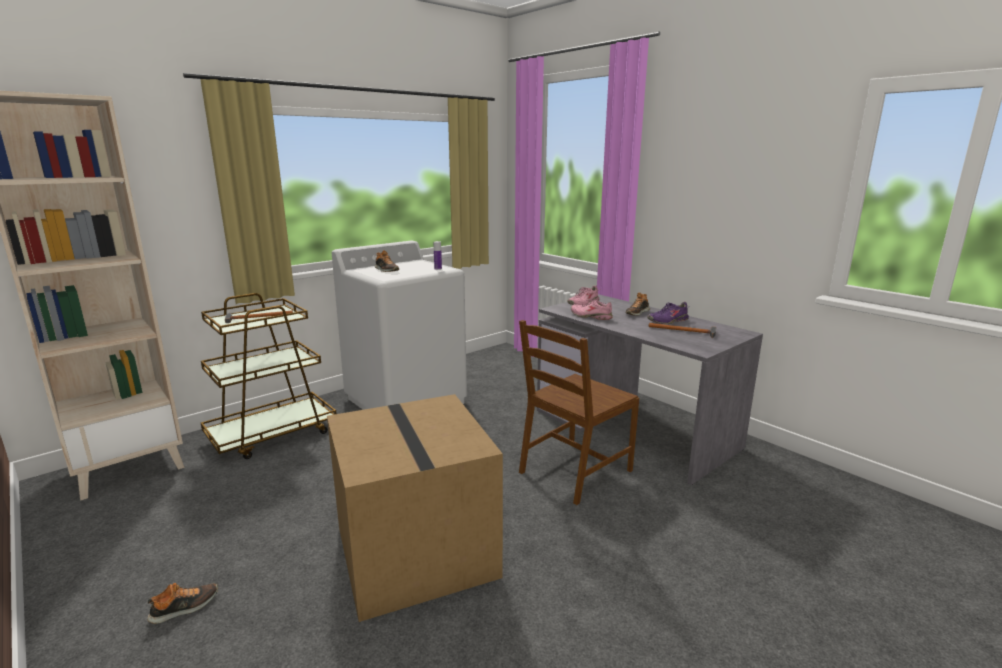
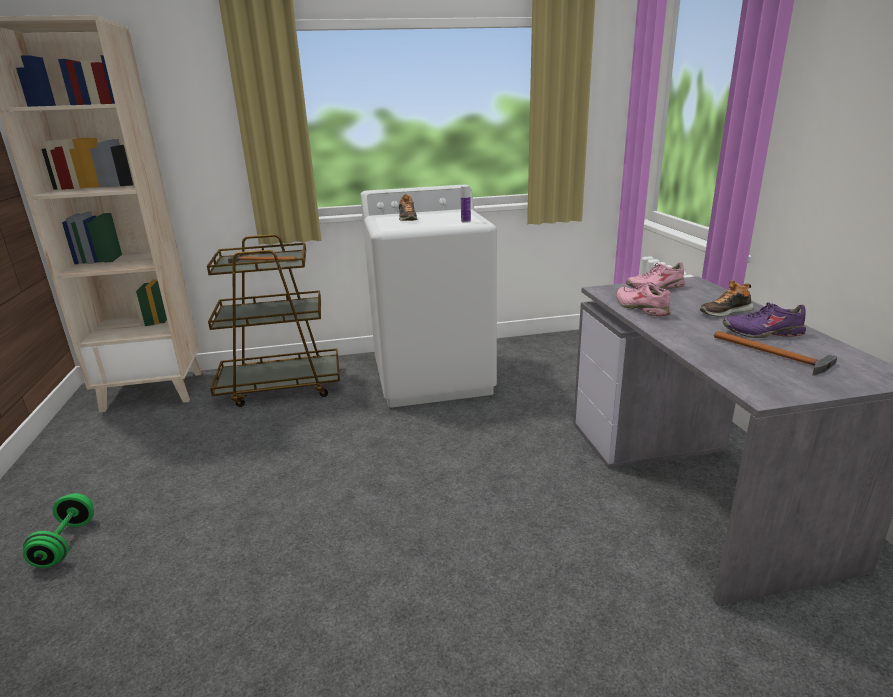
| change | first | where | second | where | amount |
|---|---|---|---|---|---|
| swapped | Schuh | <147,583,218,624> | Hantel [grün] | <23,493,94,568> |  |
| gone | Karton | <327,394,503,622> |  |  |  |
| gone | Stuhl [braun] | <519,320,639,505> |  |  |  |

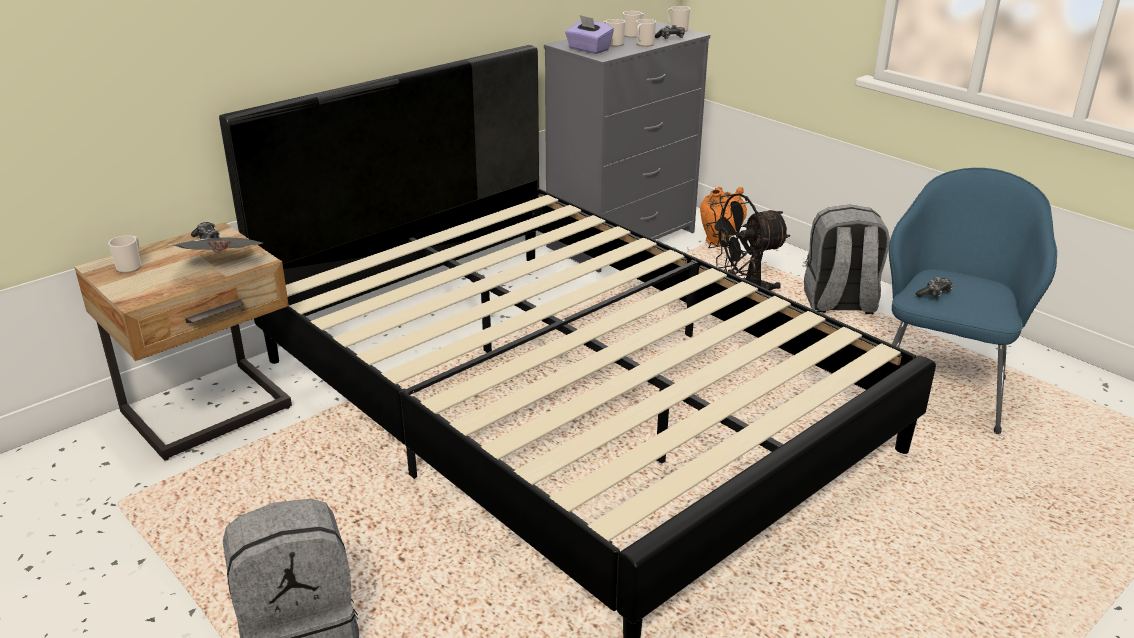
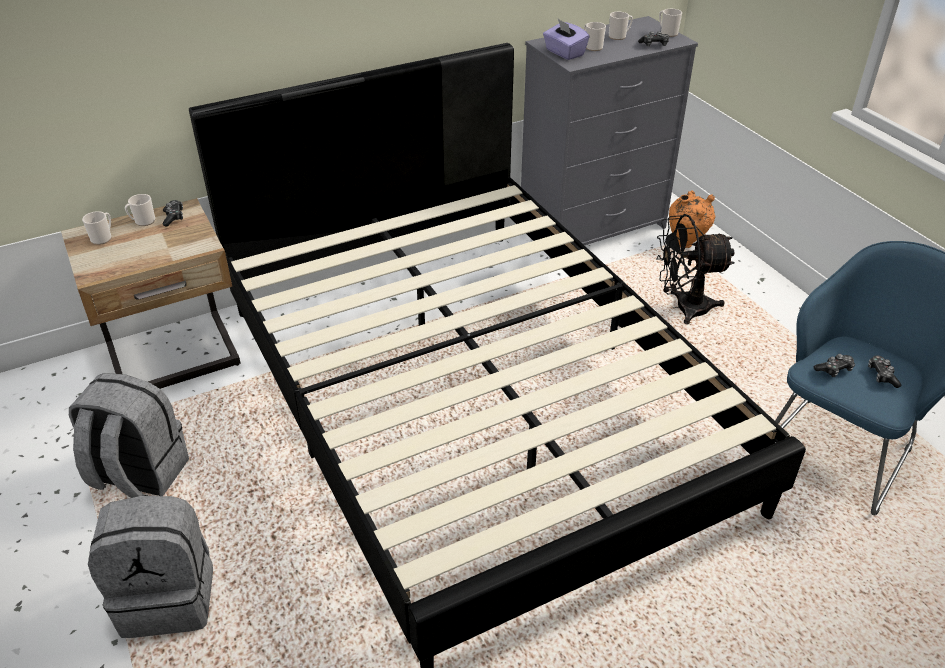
| change | first | where | second | where | amount |
|---|---|---|---|---|---|
| gone | Zeitung | <169,238,264,253> |  |  |  |
| shifted | Henkelbecher | <636,19,656,47> |  | <125,194,155,226> |  |
| shifted | Rucksack [grau] | <804,204,890,314> |  | <69,373,189,498> |  |
| new |  |  | Gamepad | <868,355,901,388> |  |

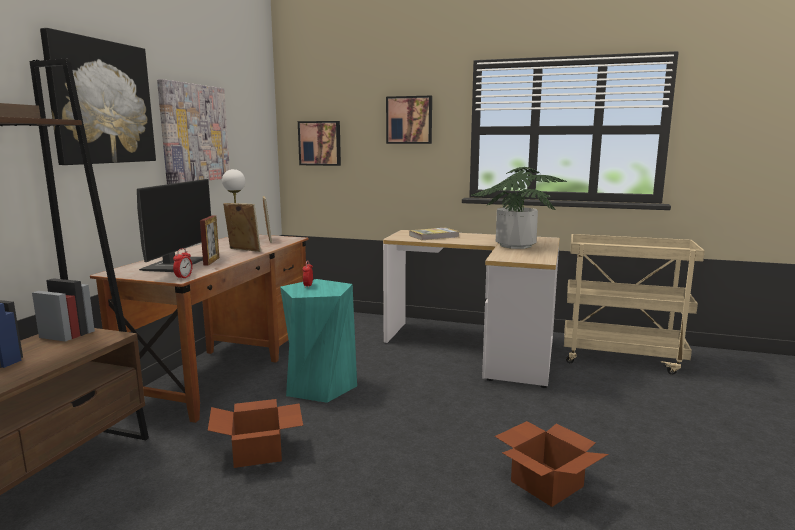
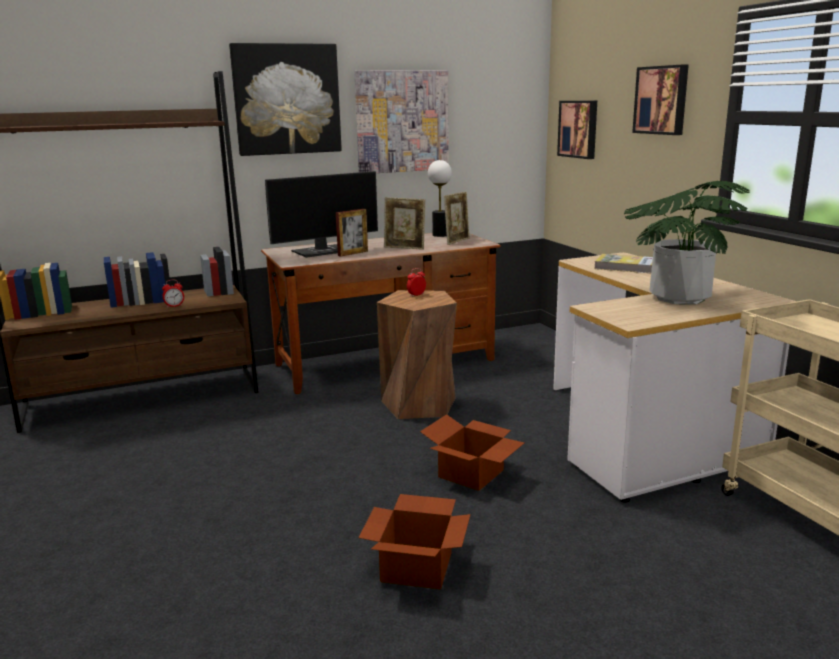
| change | first | where | second | where | amount |
|---|---|---|---|---|---|
| shifted | Wecker | <173,248,192,280> |  | <162,280,184,308> |  |
| shifted | Karton | <208,399,303,468> |  | <420,414,524,491> |  |
| rotated | Bilderrahmen | <223,203,261,252> |  | <384,197,425,250> | 120 degrees clockwise |
| repainted | Hocker [türkis] | <280,279,357,403> | Hocker [braun] | <377,290,457,419> |  |

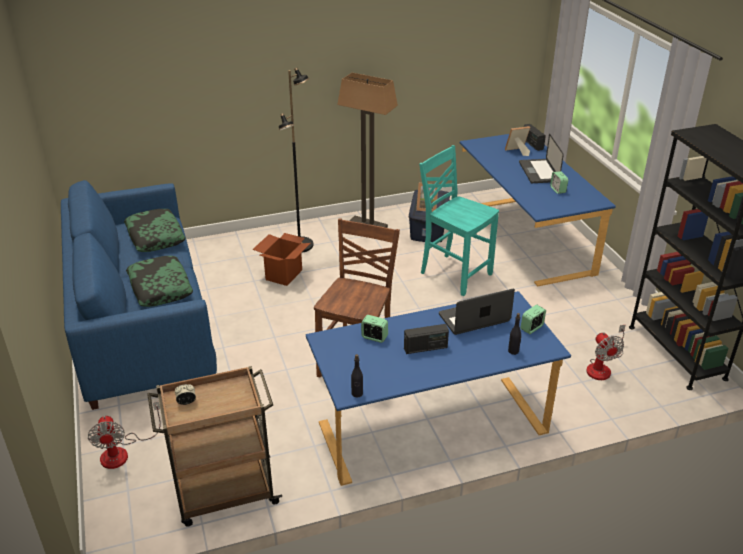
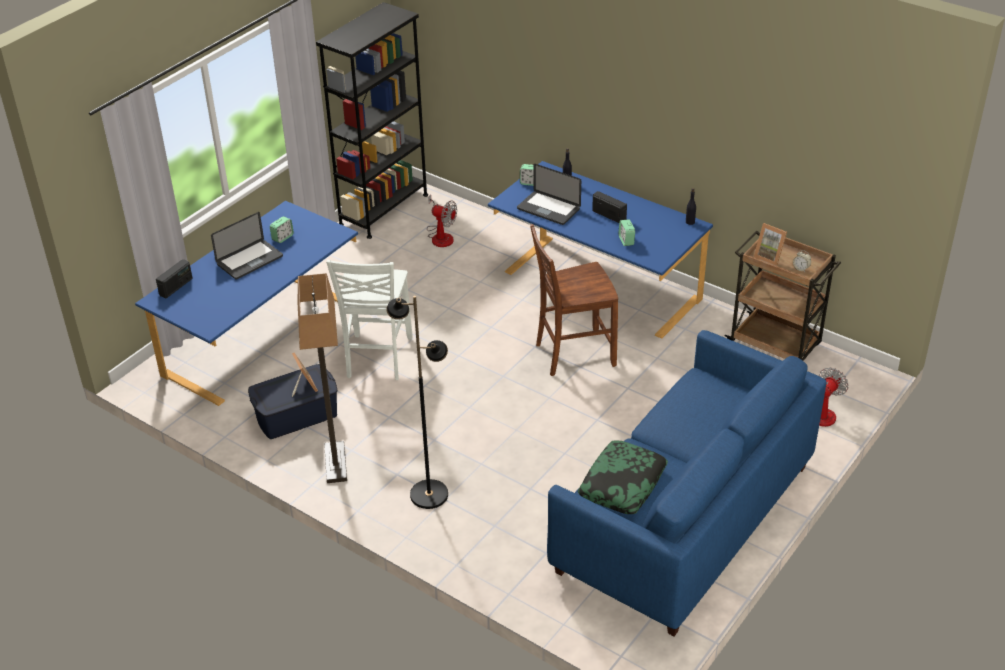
| change | first | where | second | where | amount |
|---|---|---|---|---|---|
| gone | Kissen | <126,256,193,307> |  |  |  |
| gone | Karton | <253,233,310,286> |  |  |  |
| repainted | Stuhl [türkis] | <419,145,499,296> | Stuhl [weiß] | <326,260,413,380> |  |
| shifted | Bilderrahmen | <505,126,530,156> |  | <754,223,787,266> |  |
| rotated | Ventilator | <586,325,625,380> |  | <427,195,457,247> | 75 degrees clockwise |

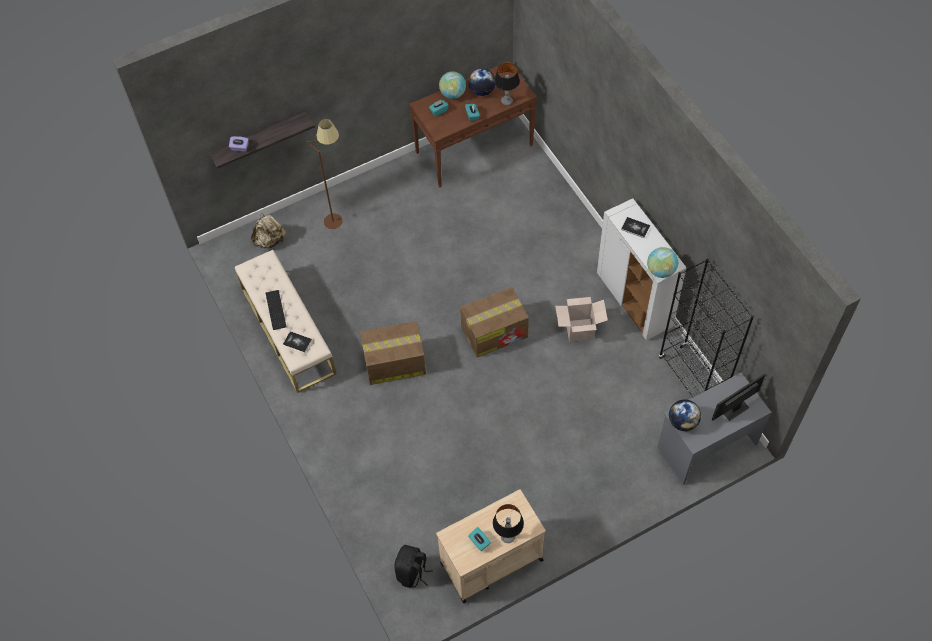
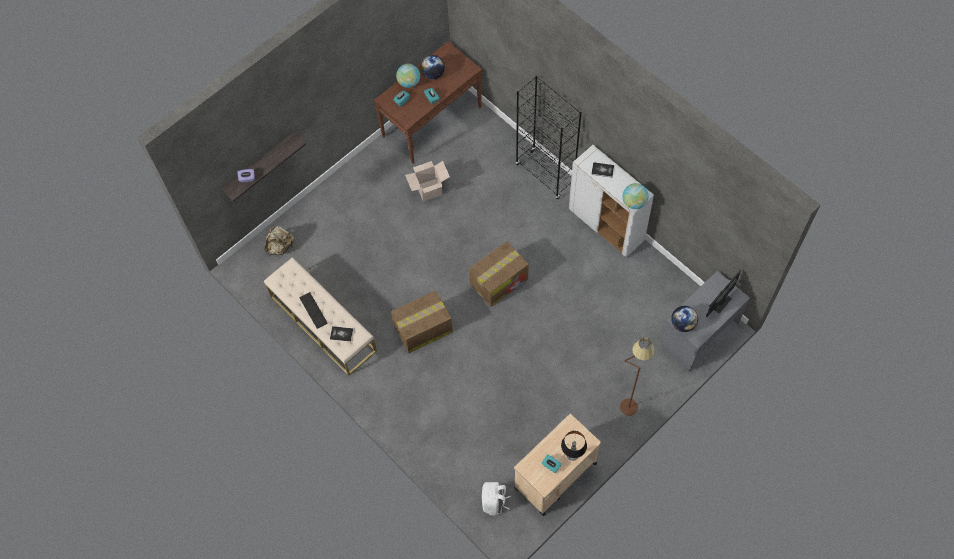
| change | first | where | second | where | amount |
|---|---|---|---|---|---|
| shifted | Stehlampe [braun] | <307,119,343,229> |  | <620,337,654,416> |  |
| repainted | Rucksack [schwarz] | <394,545,433,588> | Rucksack [weiß] | <482,482,511,515> |  |
| gone | Tischlampe | <495,63,520,106> |  |  |  |
| shifted | Karton | <555,297,608,342> |  | <405,161,450,202> |  |
| shifted | Bücherregal [schwarz] | <659,259,754,396> |  | <516,76,582,199> |  |

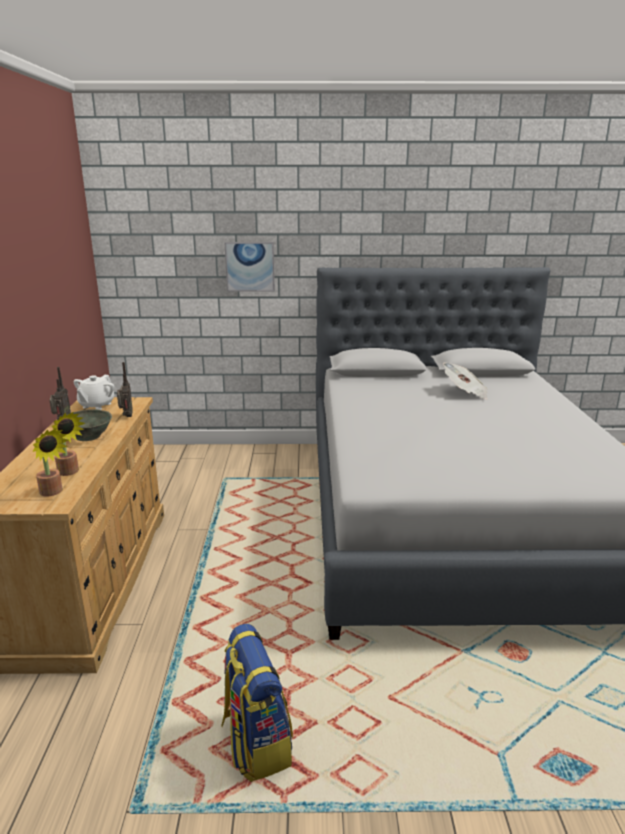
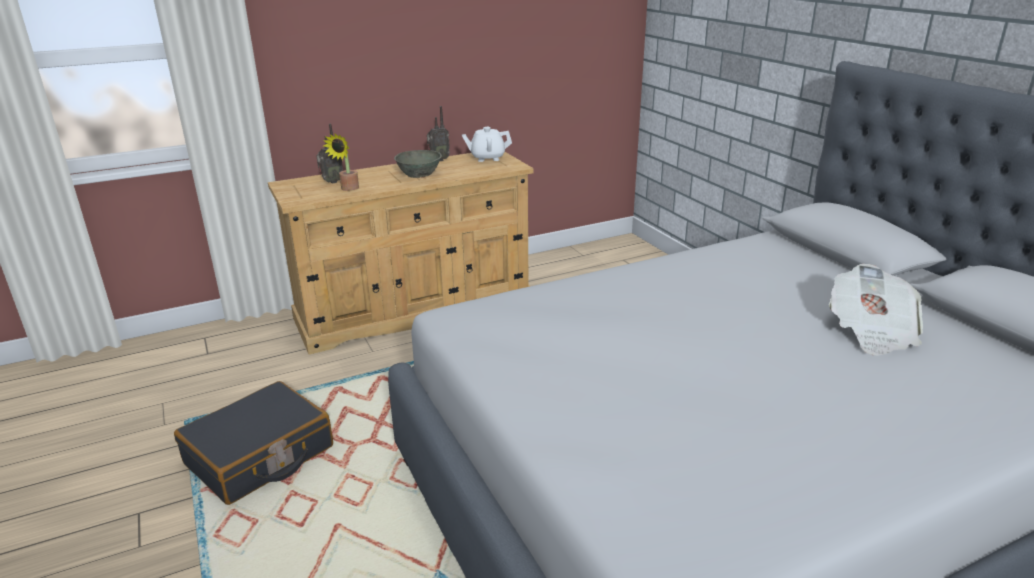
| change | first | where | second | where | amount |
|---|---|---|---|---|---|
| gone | Topfpflanze | <32,429,69,496> |  |  |  |
| shifted | Radio | <117,362,133,417> |  | <316,124,343,184> |  |
| swapped | Rucksack | <221,624,293,782> | Koffer [schwarz] | <174,381,333,505> |  |
| gone | Bild | <224,242,275,292> |  |  |  |

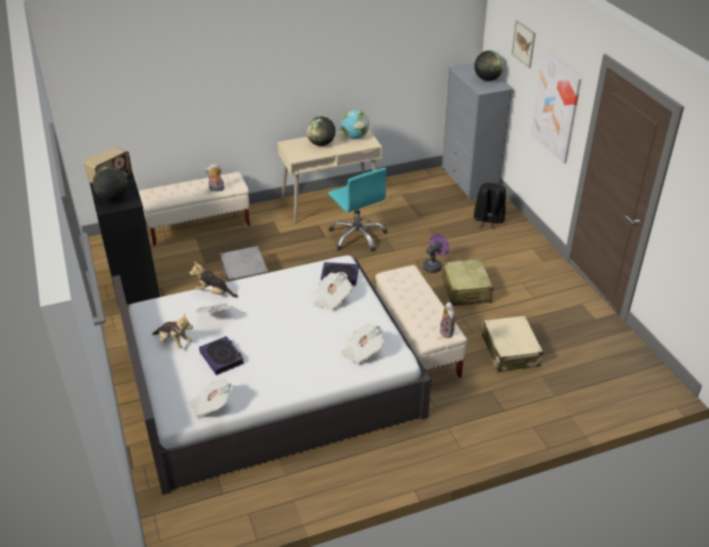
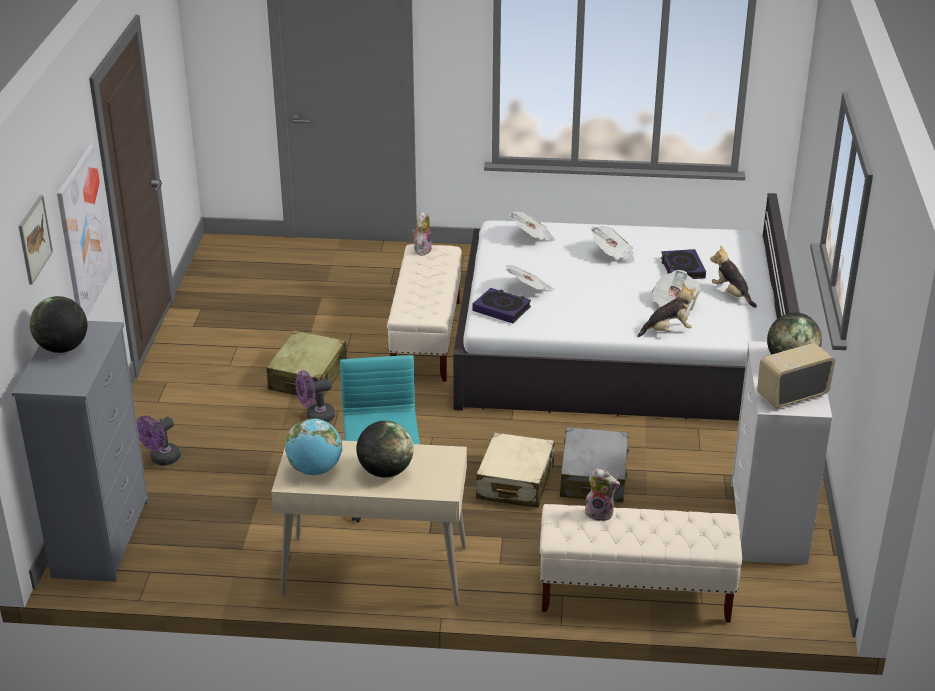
| change | first | where | second | where | amount |
|---|---|---|---|---|---|
| repainted | Kommode [schwarz] | <90,172,160,306> | Kommode [weiß] | <731,341,832,565> |  |
| rotated | Plüschtier | <190,261,238,298> |  | <637,283,696,337> | 60 degrees counterclockwise |
| shifted | Zeitung | <190,378,233,418> |  | <591,226,634,263> |  |
| swapped | Rucksack [schwarz] | <474,182,506,230> | Ventilator [lila] | <137,415,181,465> |  |
| shifted | Koffer [beige] | <482,316,543,372> |  | <476,433,554,508> |  |

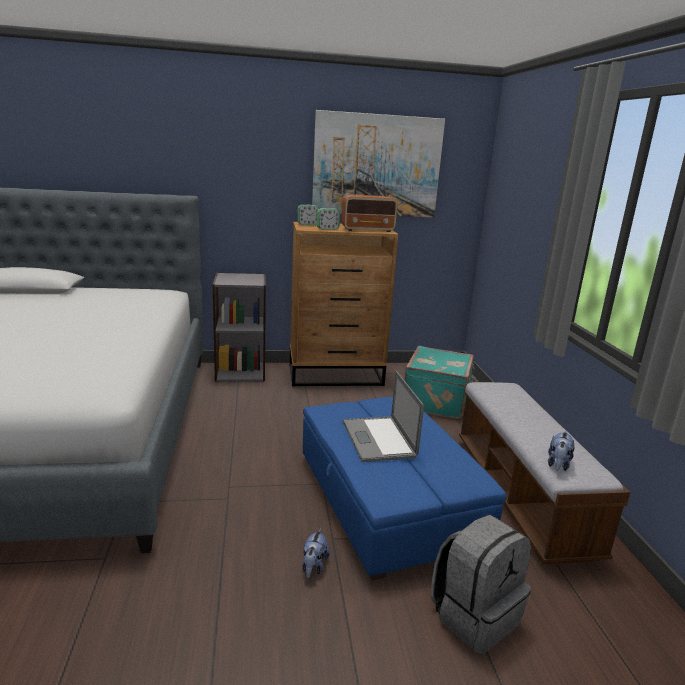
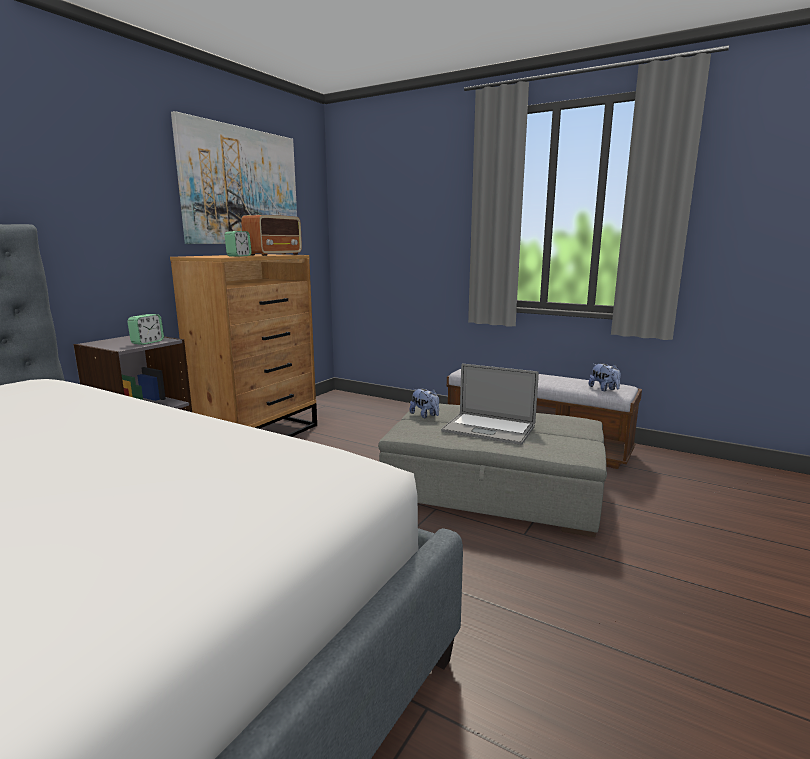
| change | first | where | second | where | amount |
|---|---|---|---|---|---|
| shifted | Wecker | <297,205,319,225> |  | <127,314,164,345> |  |
| shifted | Plüschtier | <302,529,330,578> |  | <410,388,439,418> |  |
| repainted | Polsterhocker [blau] | <303,397,507,581> | Polsterhocker [grau] | <378,404,607,537> |  |
| gone | Koffer [türkis] | <404,346,475,419> |  |  |  |
| gone | Rucksack [grau] | <431,515,531,654> |  |  |  |

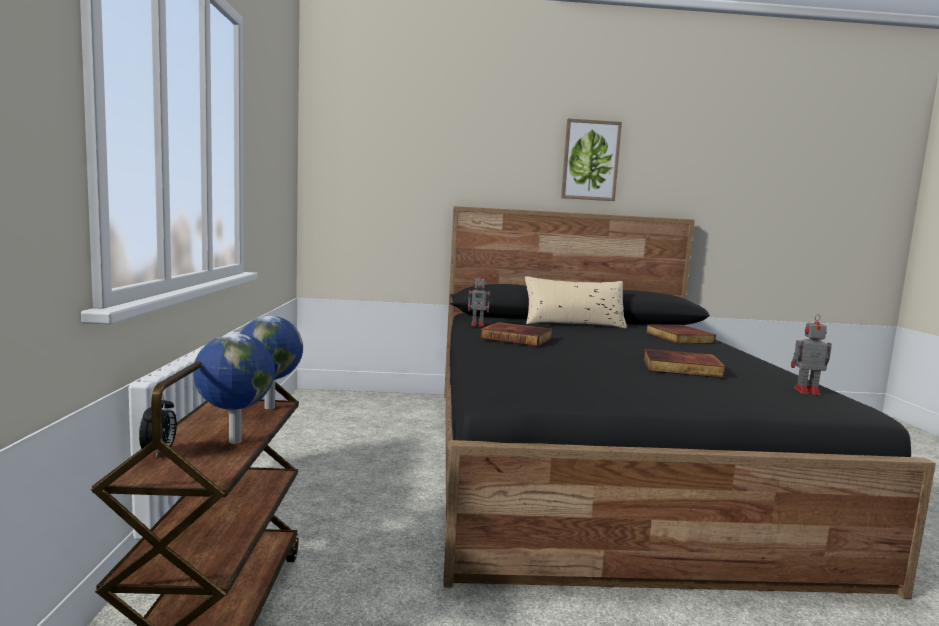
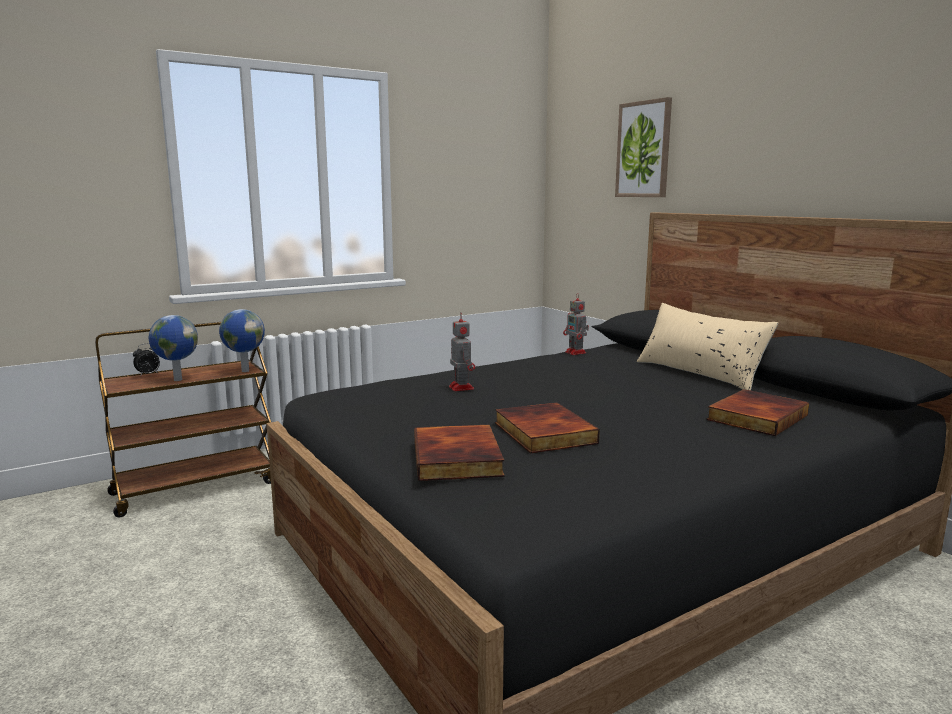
| change | first | where | second | where | amount |
|---|---|---|---|---|---|
| shifted | Buch | <480,322,553,346> |  | <414,425,505,481> |  |
| shifted | Bild | <561,119,622,201> |  | <615,97,672,197> |  |
| shifted | Spielzeugroboter | <791,314,832,395> |  | <449,313,475,391> |  |

